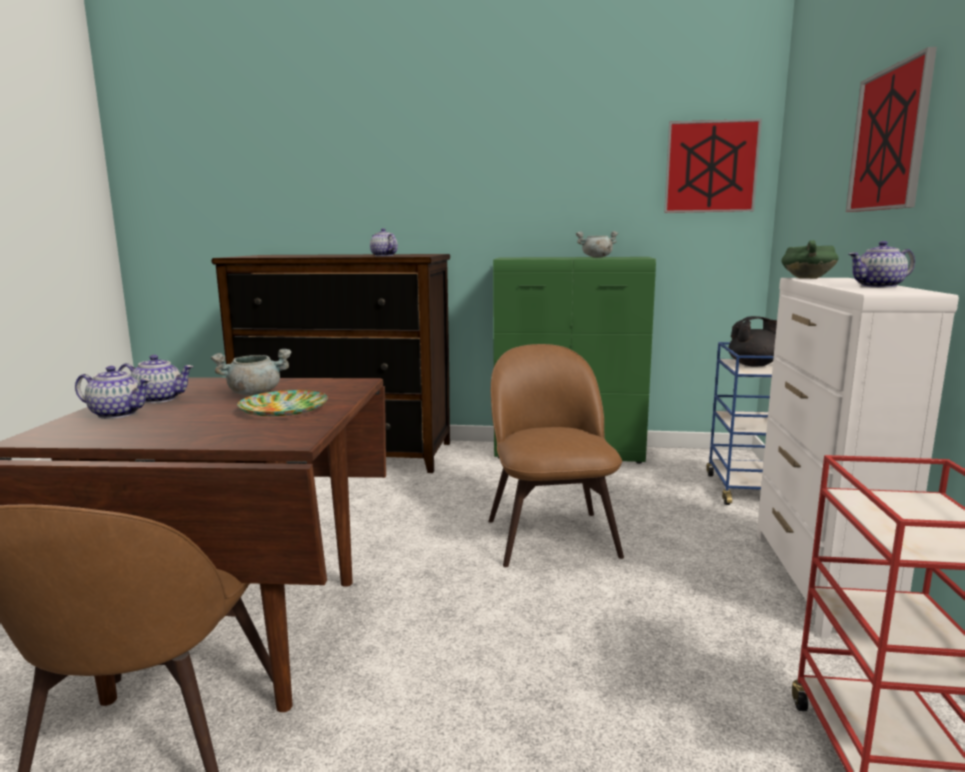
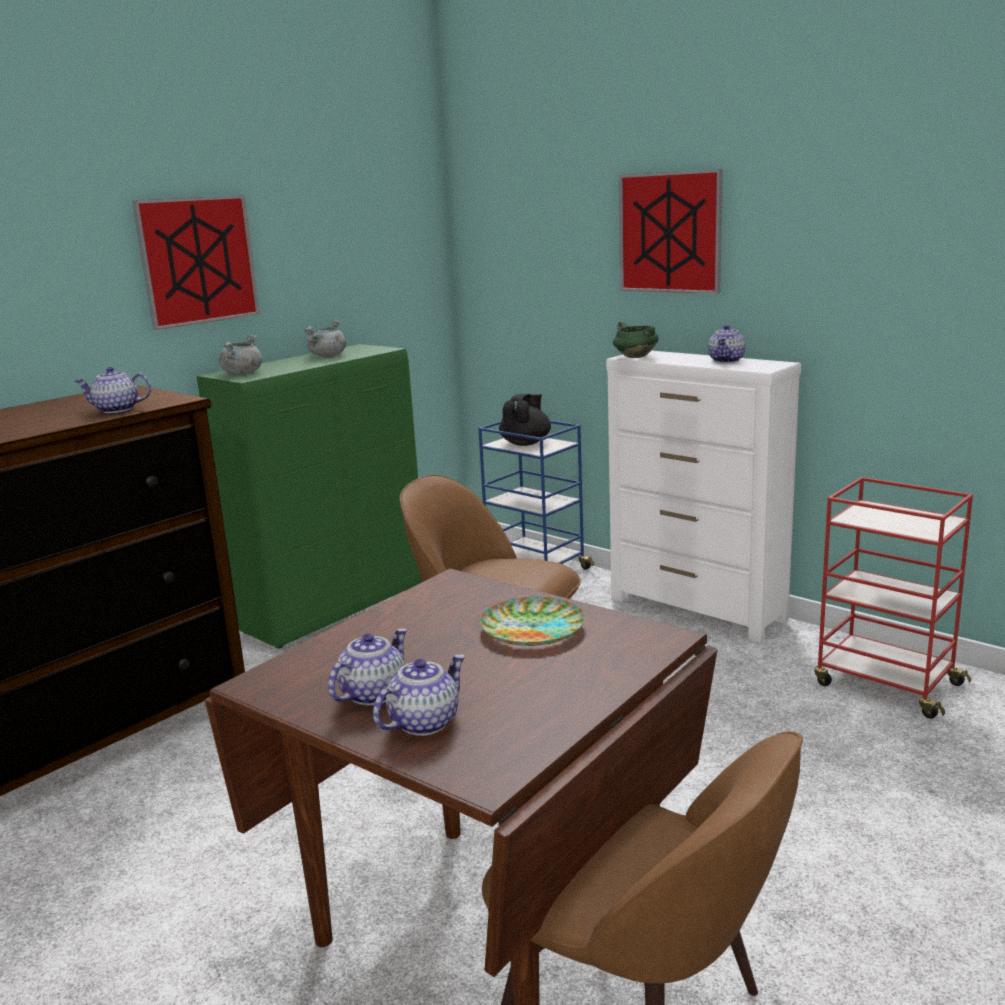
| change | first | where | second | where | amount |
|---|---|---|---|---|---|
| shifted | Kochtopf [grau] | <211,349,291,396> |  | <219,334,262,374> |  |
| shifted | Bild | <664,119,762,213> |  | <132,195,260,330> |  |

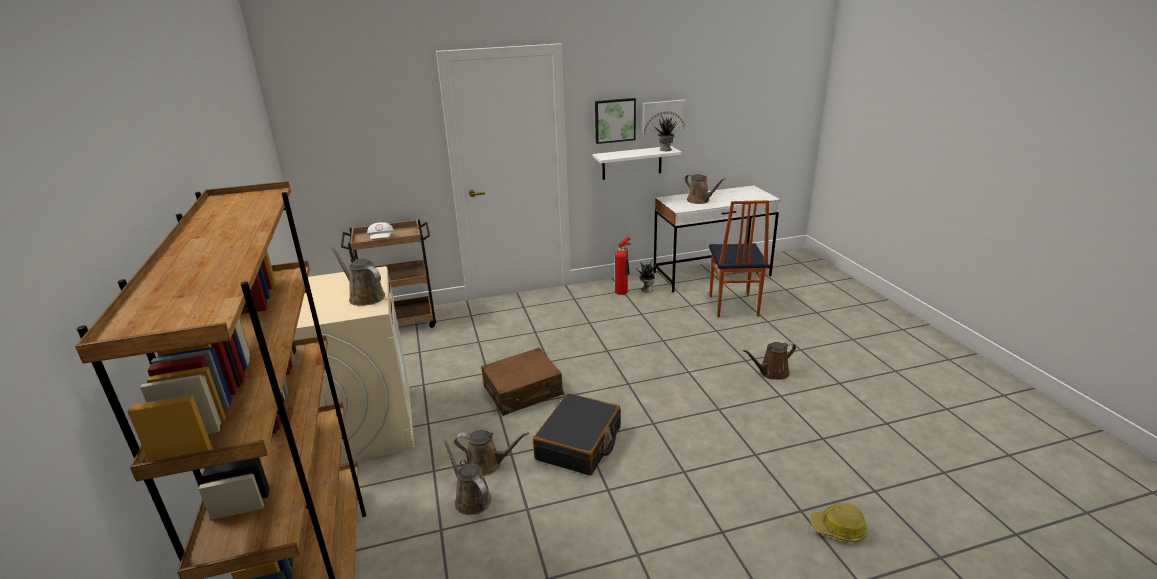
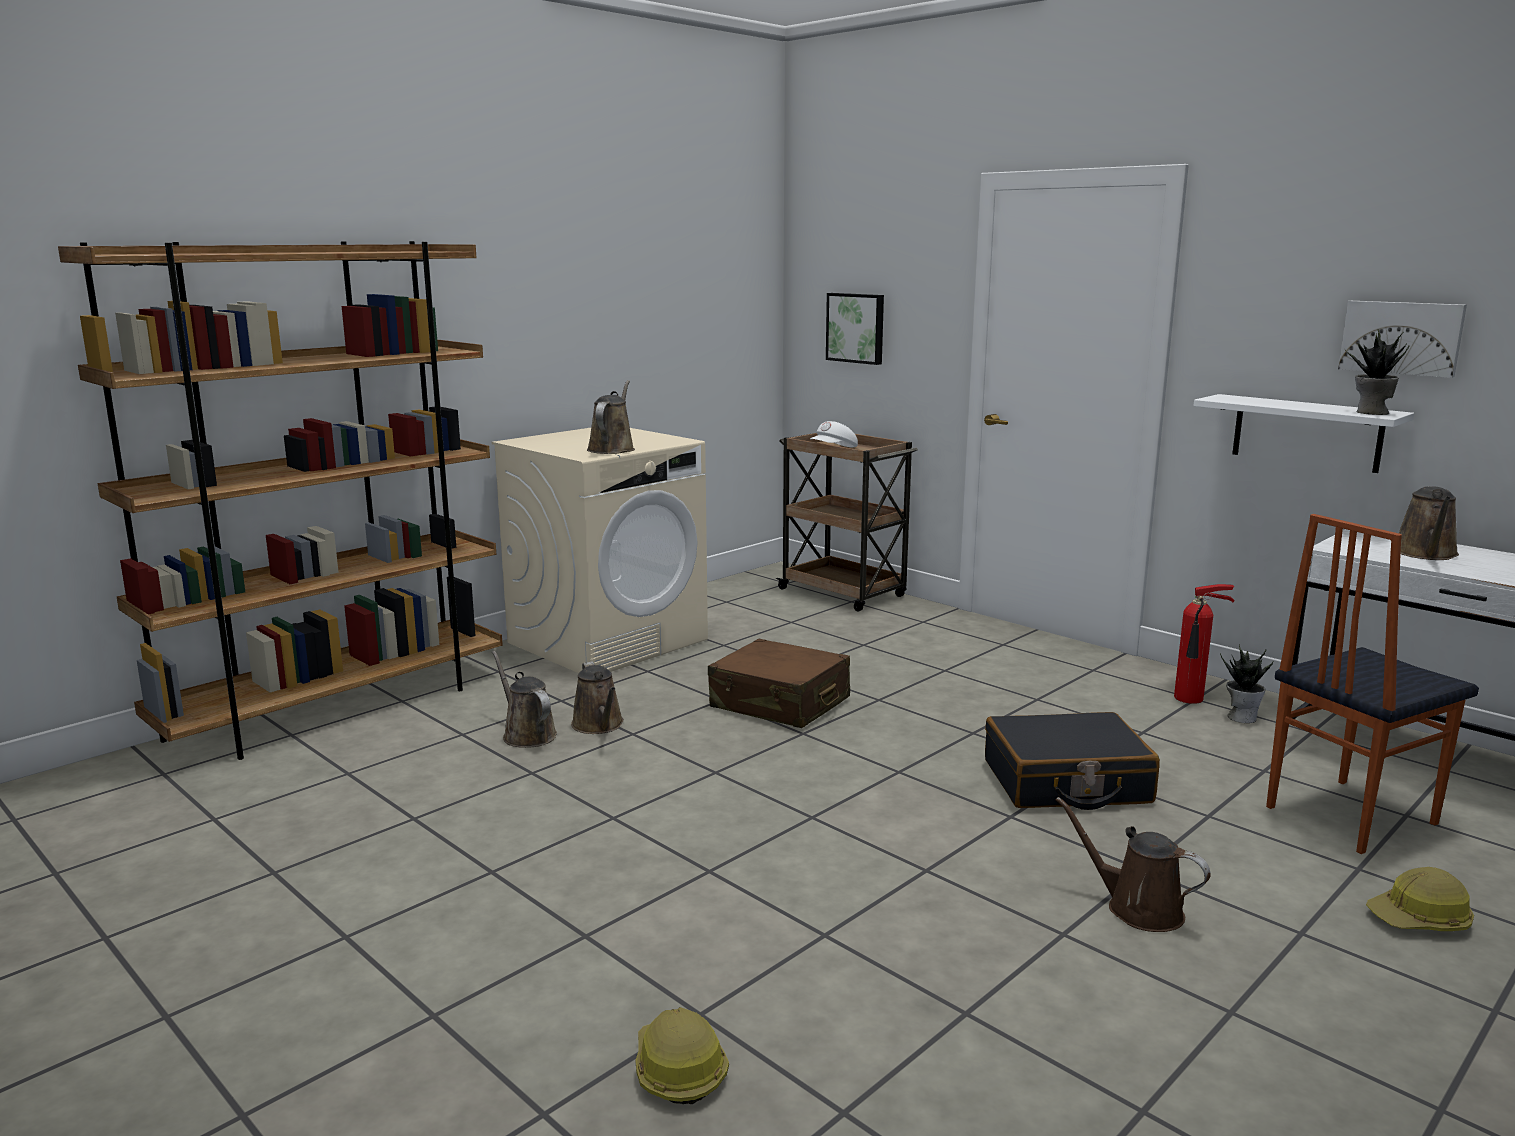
| change | first | where | second | where | amount |
|---|---|---|---|---|---|
| rotated | Gießkanne [braun] | <442,437,491,515> |  | <492,651,557,748> | 60 degrees counterclockwise |
| shifted | Koffer [schwarz] | <533,393,621,476> |  | <985,712,1160,810> |  |
| shifted | Bild | <595,98,636,144> |  | <826,293,884,365> |  |
| new |  |  | Schutzhelm | <1366,867,1474,931> |  |

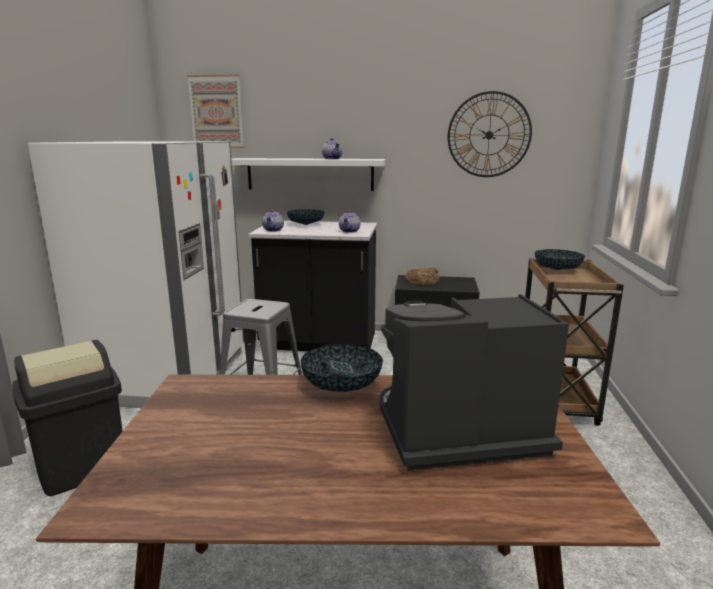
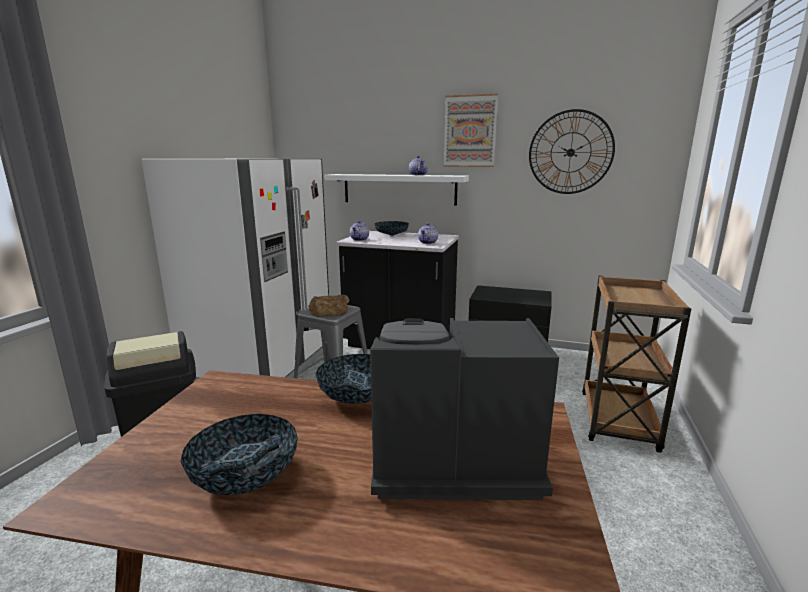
| change | first | where | second | where | amount |
|---|---|---|---|---|---|
| shifted | Bild | <187,74,244,148> |  | <444,94,498,167> |  |
| shifted | Brot | <405,268,440,285> |  | <308,295,350,317> |  |
| shifted | Schüssel | <535,249,585,270> |  | <180,414,298,495> |  |

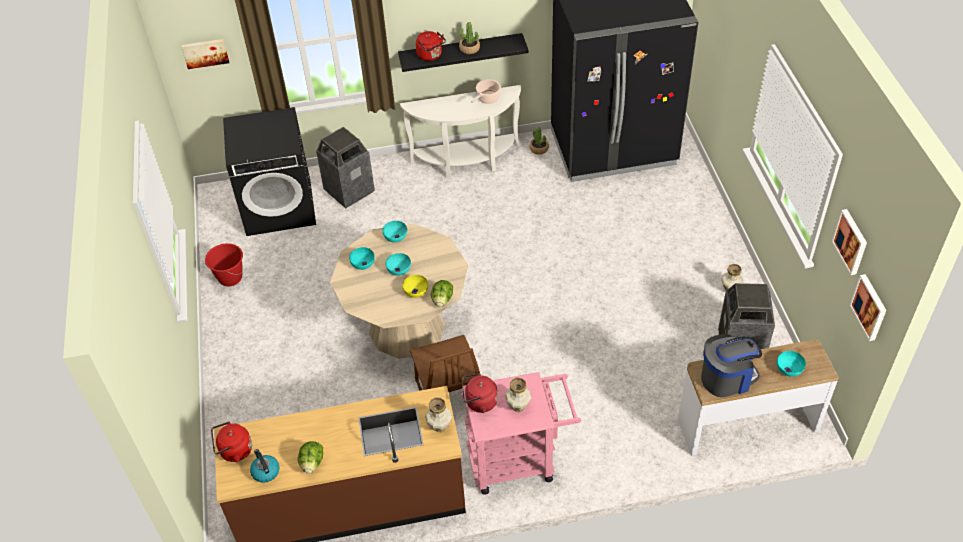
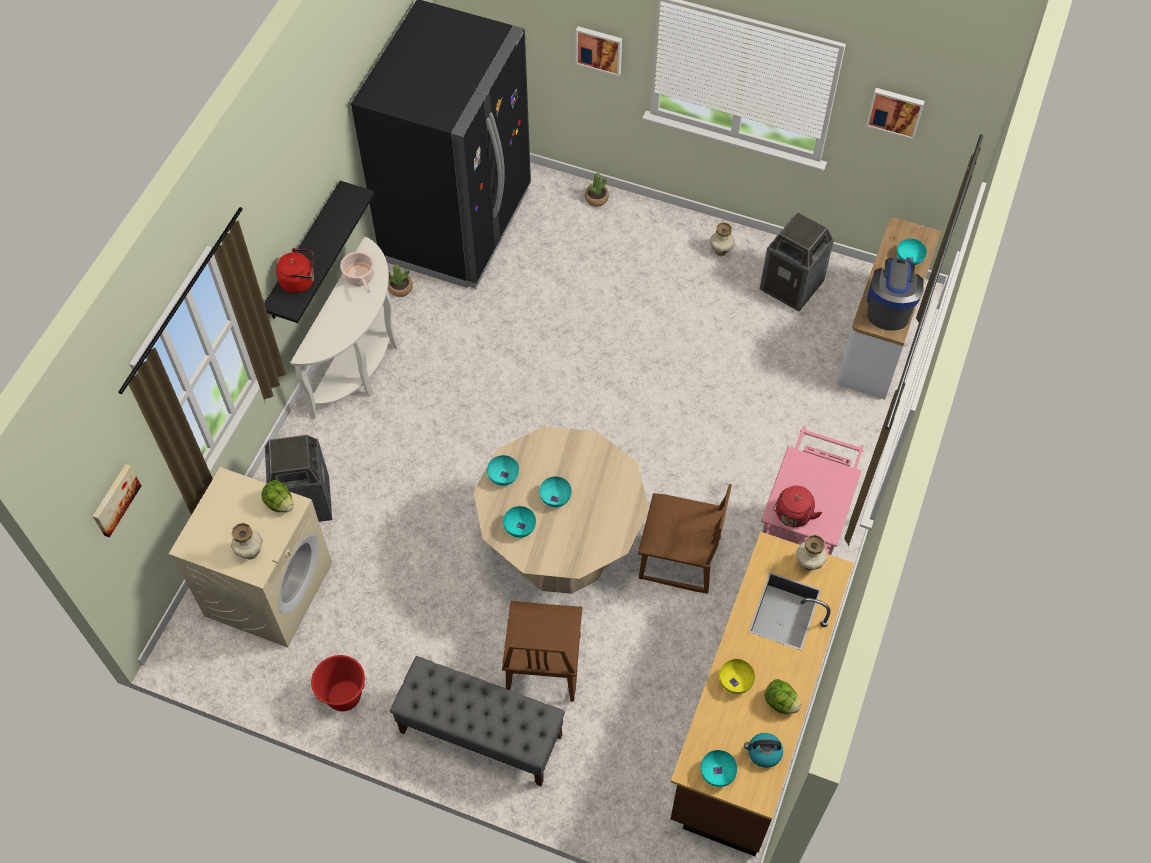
| change | first | where | second | where | amount |
|---|---|---|---|---|---|
| swapped | Wasserkessel [rot] | <211,422,252,462> | Schüssel [türkis] | <701,750,737,787> |  |
| repainted | Waschmaschine [schwarz] | <223,107,316,236> | Waschmaschine [beige] | <169,467,332,647> |  |
| shifted | Schüssel [gelb] | <402,275,428,298> |  | <719,659,755,694> |  |
| shifted | Salatkopf | <431,280,453,307> |  | <261,480,294,512> |  |
| shifted | Topfpflanze | <459,22,480,54> |  | <585,173,609,206> |  |
| shifted | Vase | <505,377,532,412> |  | <231,523,263,560> |  |
| shifted | Bild | <850,274,886,341> |  | <576,26,622,76> |  |
| new |  |  | Bank [grau] | <390,656,565,786> |  |
| new |  |  | Stuhl [braun] | <502,601,582,702> |  |

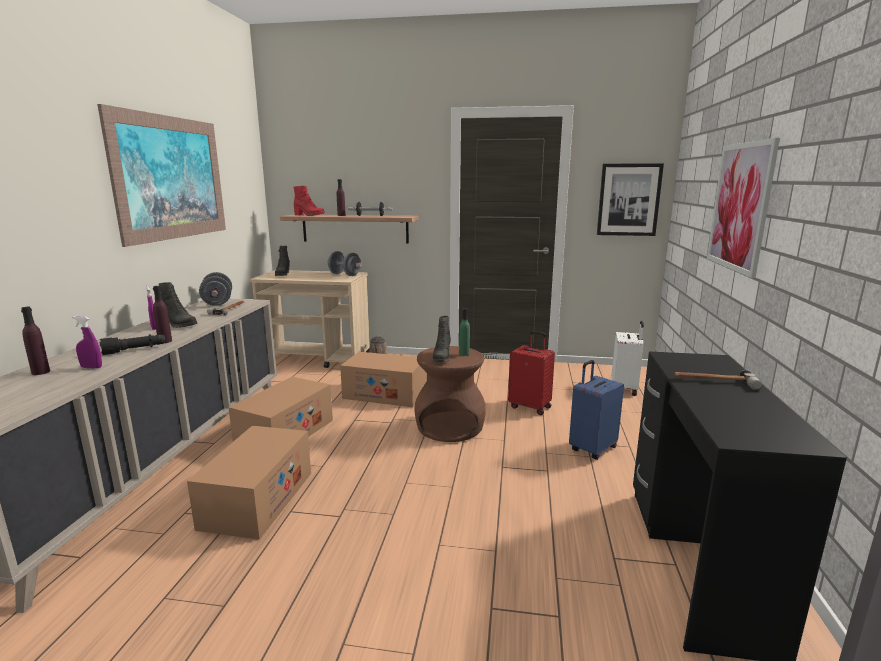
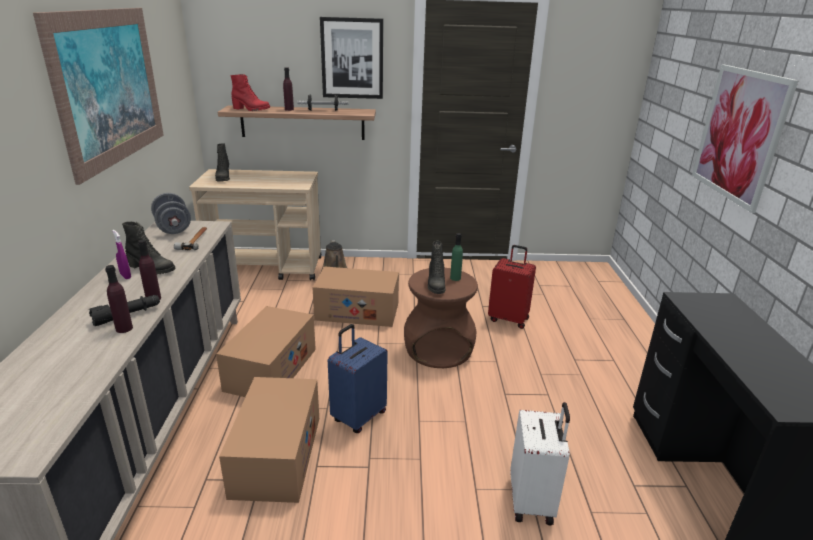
| change | first | where | second | where | amount |
|---|---|---|---|---|---|
| shifted | Flasche [lila] | <21,307,50,375> |  | <105,265,133,333> |  |
| gone | Sprühflasche [lila] | <72,316,102,369> |  |  |  |
| gone | Hantel [grau] | <328,251,362,276> |  |  |  |
| shifted | Koffer [blau] | <569,360,624,460> |  | <328,324,388,433> |  |
| shifted | Bild | <597,163,664,236> |  | <320,17,383,99> |  |
| shifted | Koffer [weiß] | <611,321,644,396> |  | <510,402,570,525> |  |
| gone | Hammer | <674,370,762,390> |  |  |  |

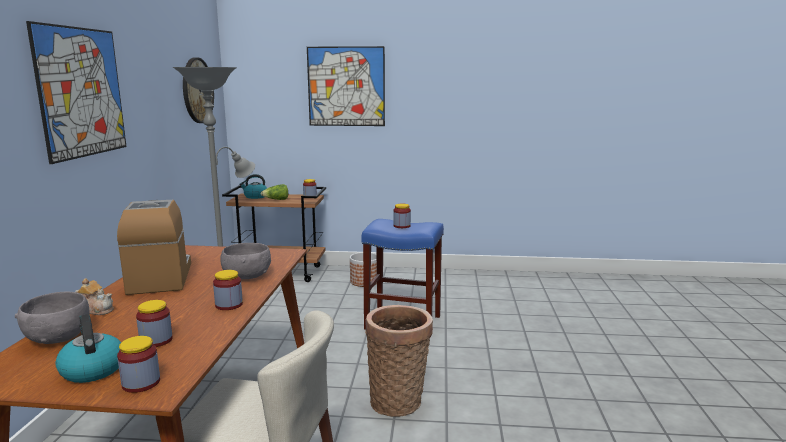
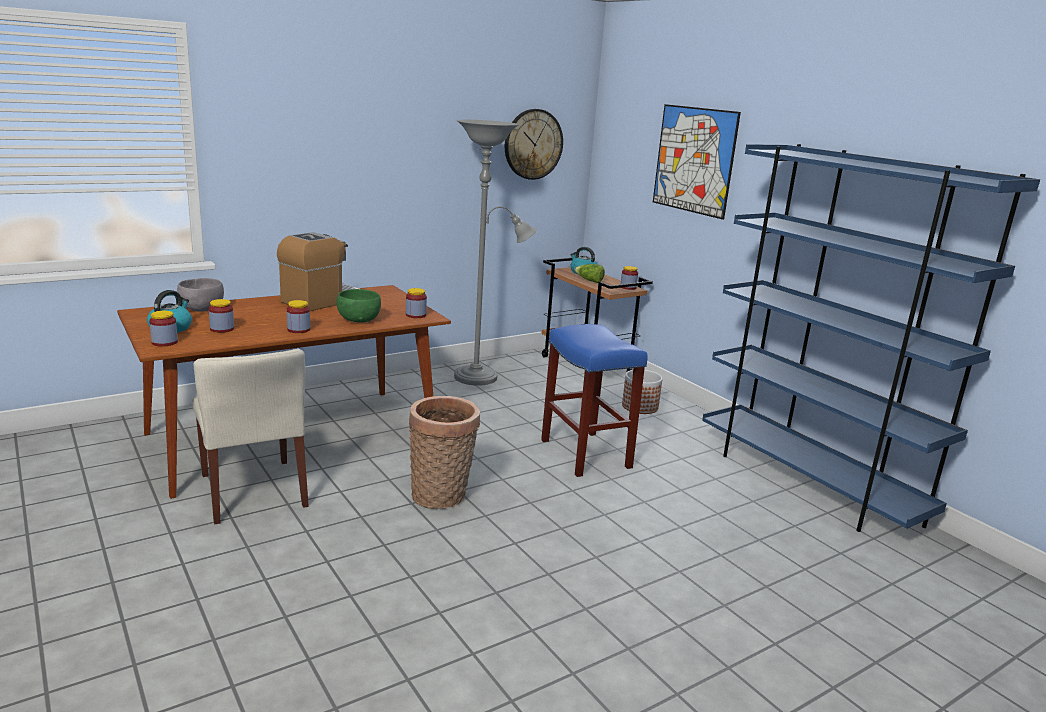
| change | first | where | second | where | amount |
|---|---|---|---|---|---|
| gone | Bild | <26,21,127,164> |  |  |  |
| gone | Teekanne | <75,278,114,315> |  |  |  |
| repainted | Schüssel [grau] | <220,243,271,279> | Schüssel [grün] | <337,289,381,323> |  |
| shifted | Vorratsglas | <394,203,411,228> |  | <406,288,427,318> |  |
| new |  |  | Bücherregal [blau] | <702,144,1040,532> |  |

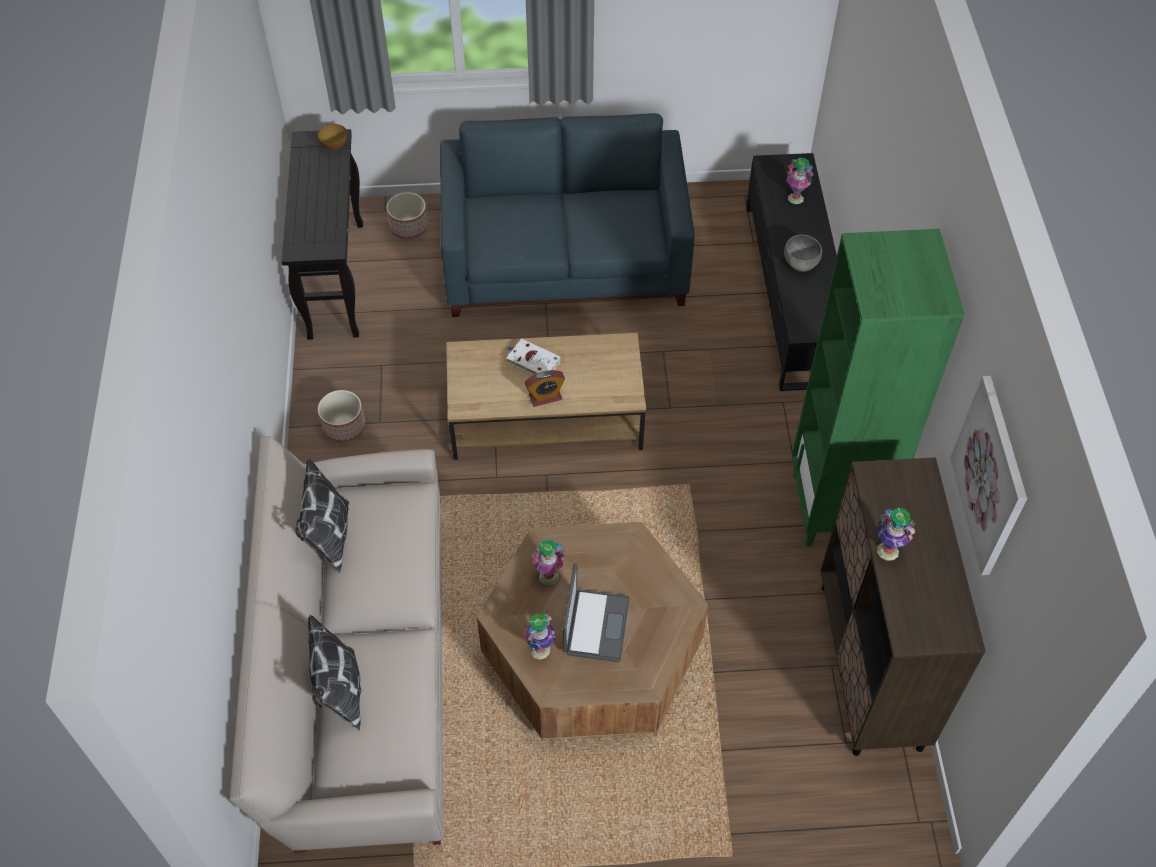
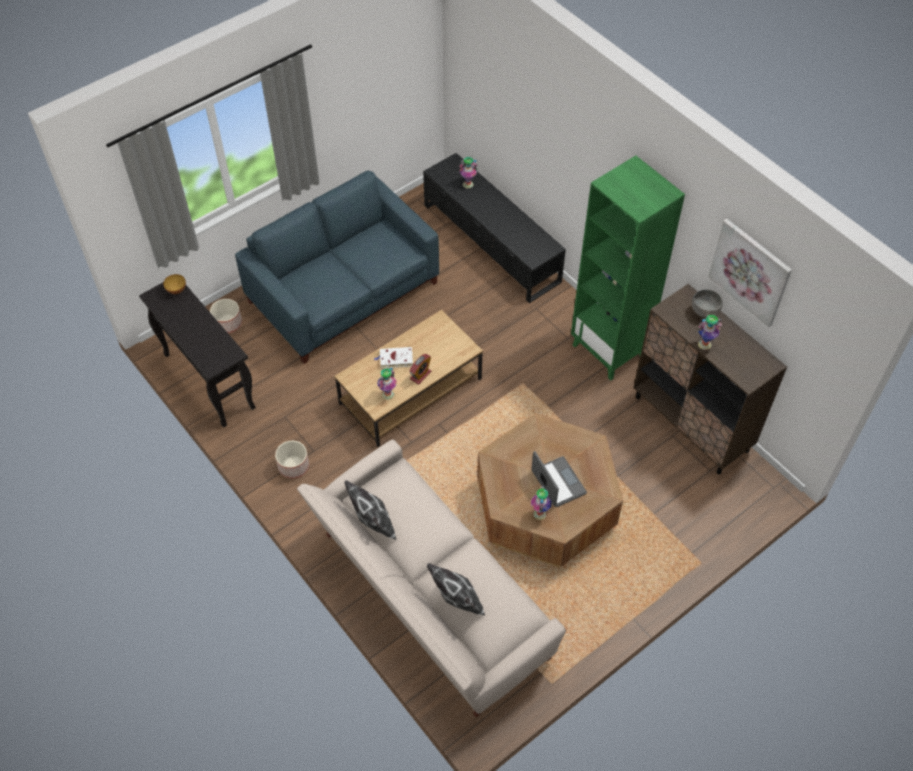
| change | first | where | second | where | amount |
|---|---|---|---|---|---|
| shifted | Vase | <532,539,564,586> |  | <377,368,397,400> |  |
| shifted | Schüssel [grau] | <784,235,822,272> |  | <692,289,723,318> |  |

